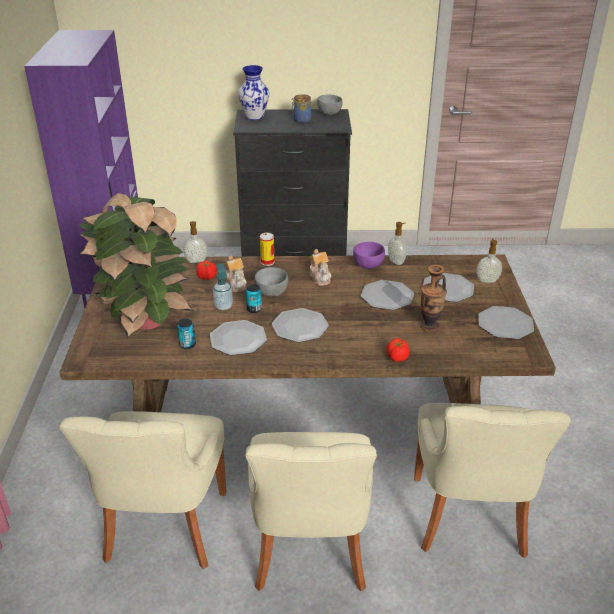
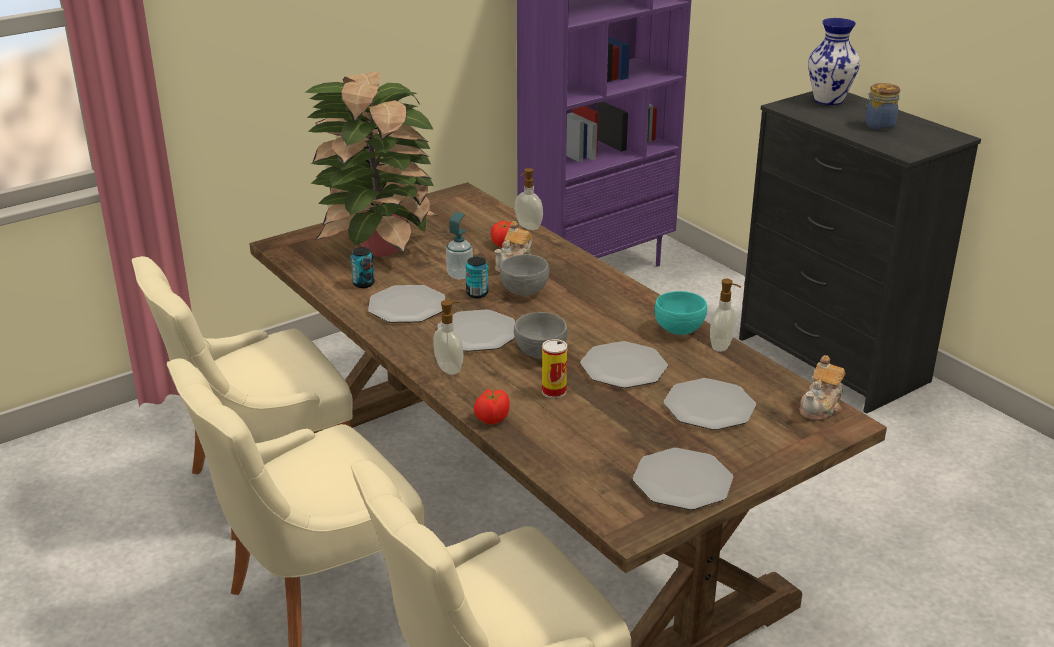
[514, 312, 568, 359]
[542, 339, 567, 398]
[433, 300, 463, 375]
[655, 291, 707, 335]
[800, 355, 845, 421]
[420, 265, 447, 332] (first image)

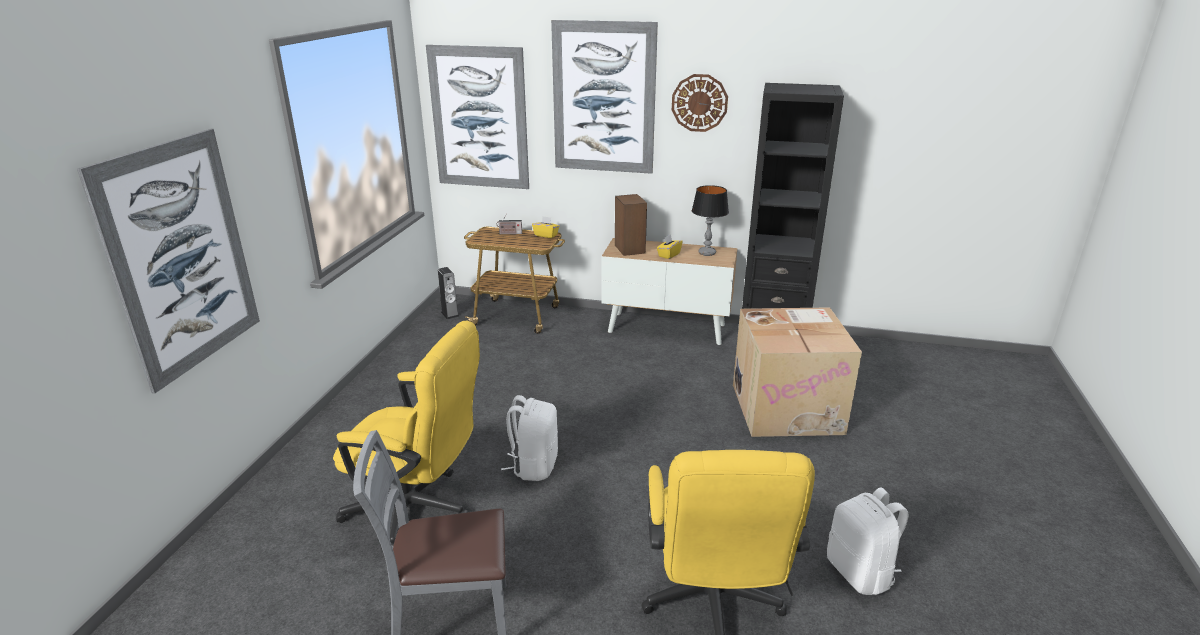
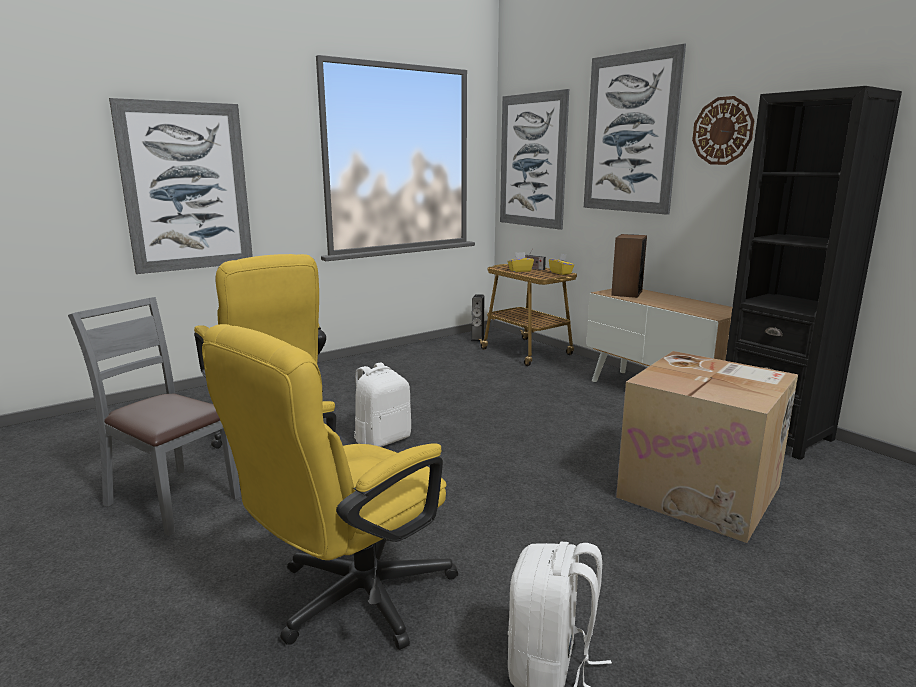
[692, 185, 729, 256] (first image)
[508, 252, 534, 272]

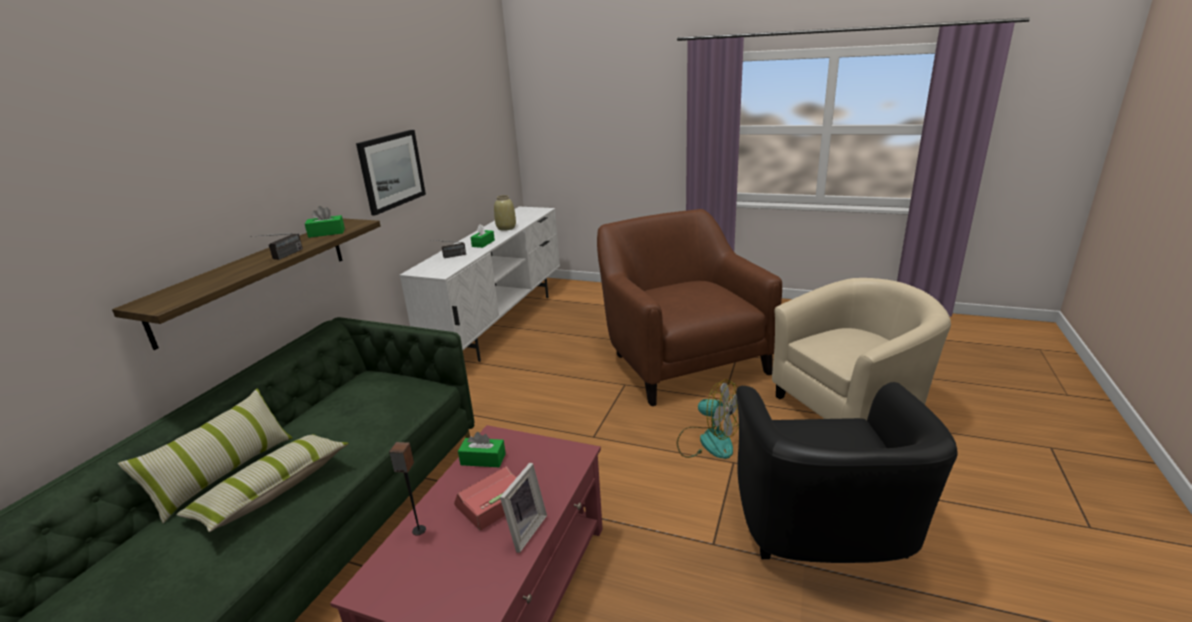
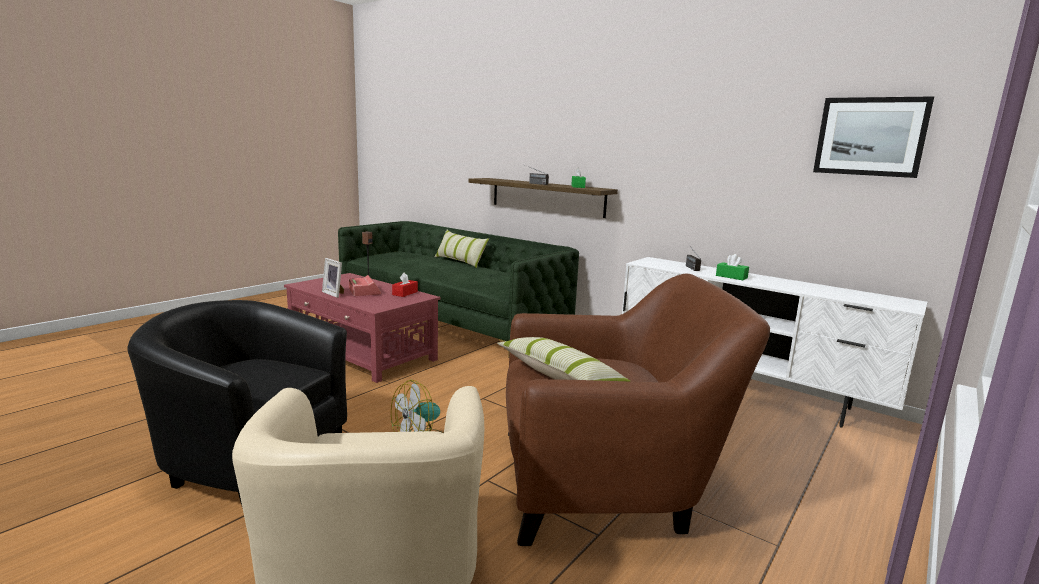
[813, 96, 934, 178]
[494, 195, 516, 231] (first image)
[392, 272, 418, 297]
[497, 337, 630, 381]

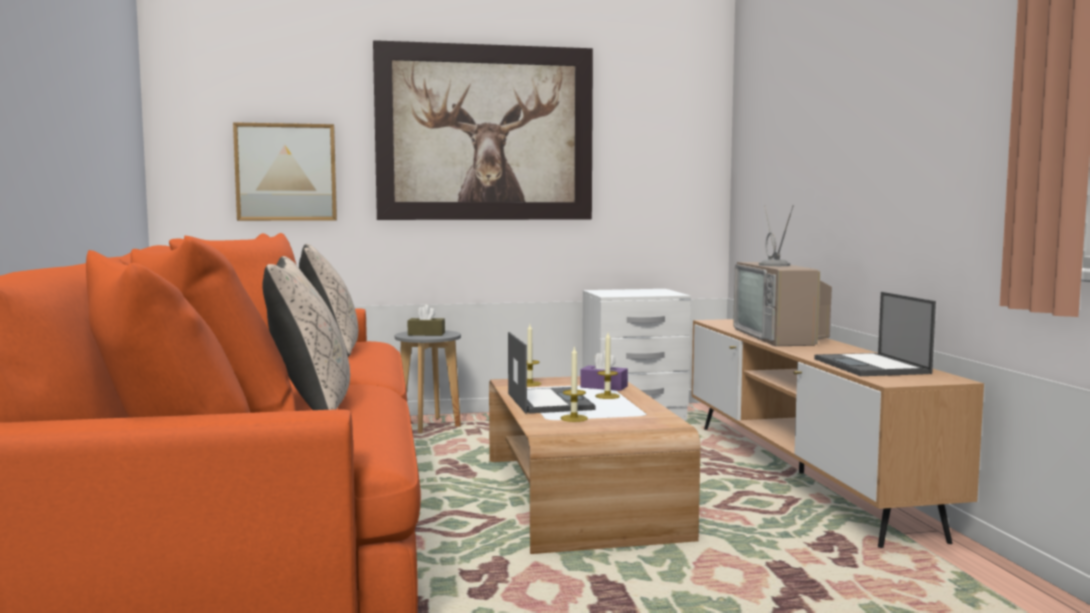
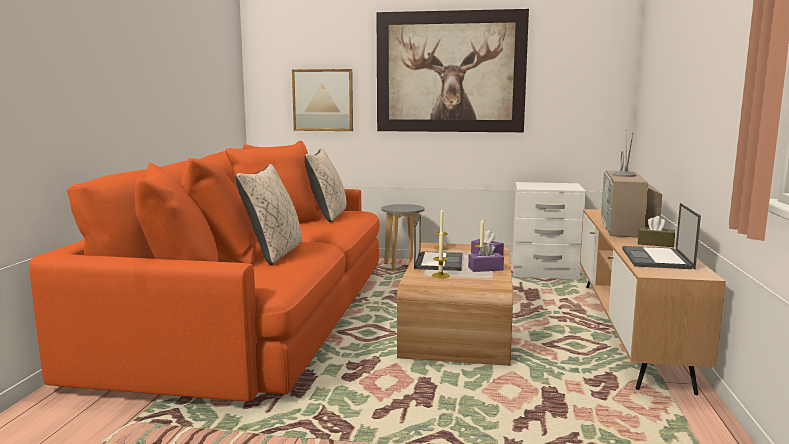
[638, 216, 675, 247]
[468, 243, 504, 272]

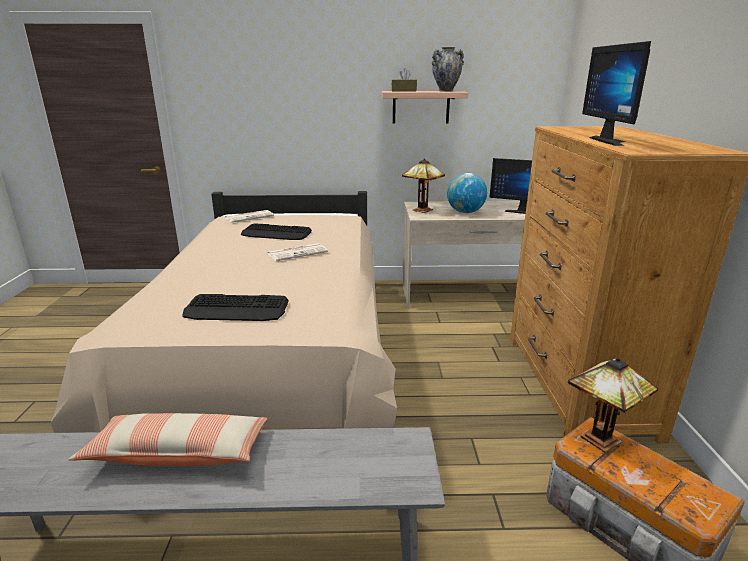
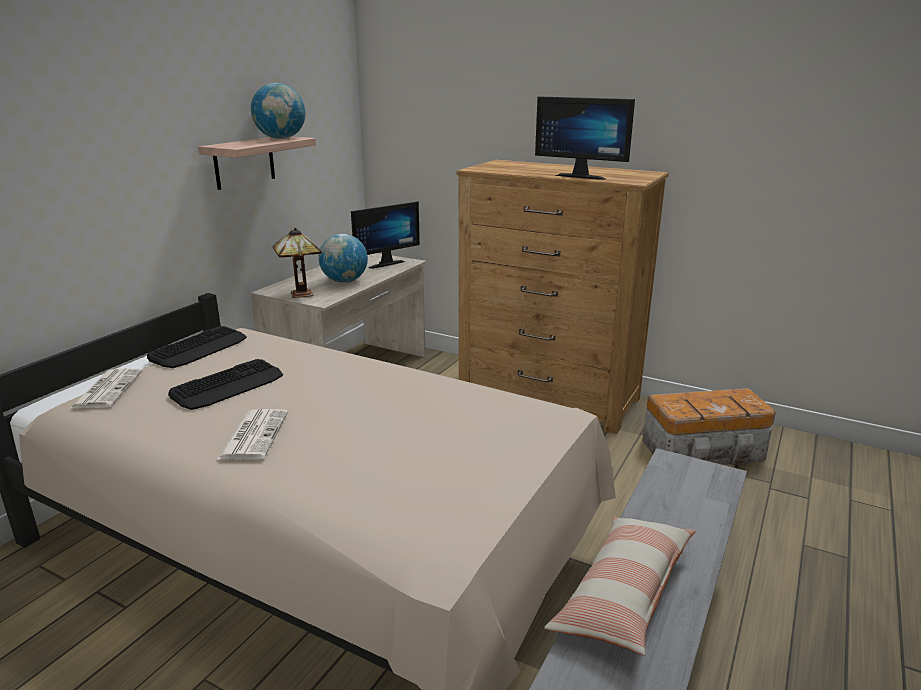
[251, 83, 306, 139]
[391, 68, 417, 91] (first image)
[217, 409, 288, 460]
[147, 326, 247, 368]
[568, 357, 658, 453] (first image)

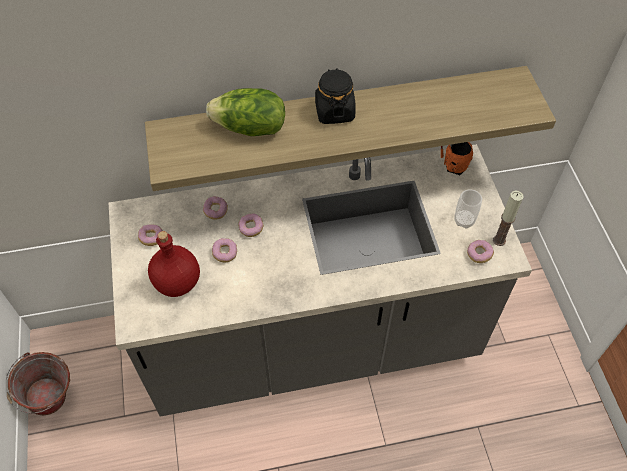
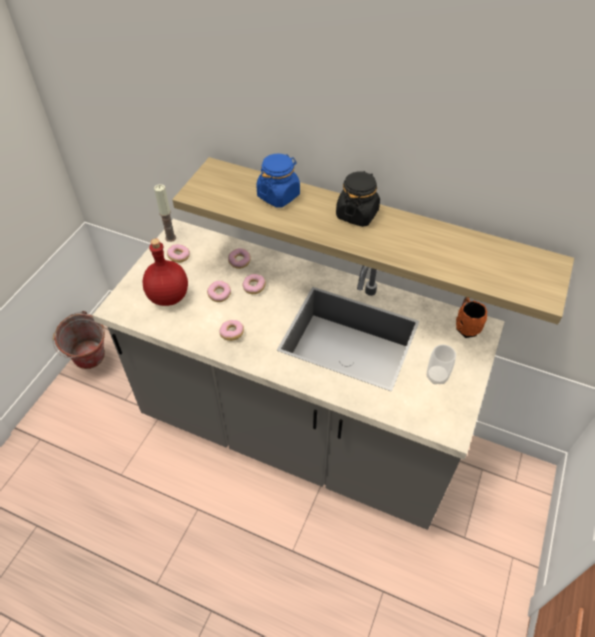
[256, 154, 300, 208]
[154, 184, 176, 242]
[219, 320, 244, 341]

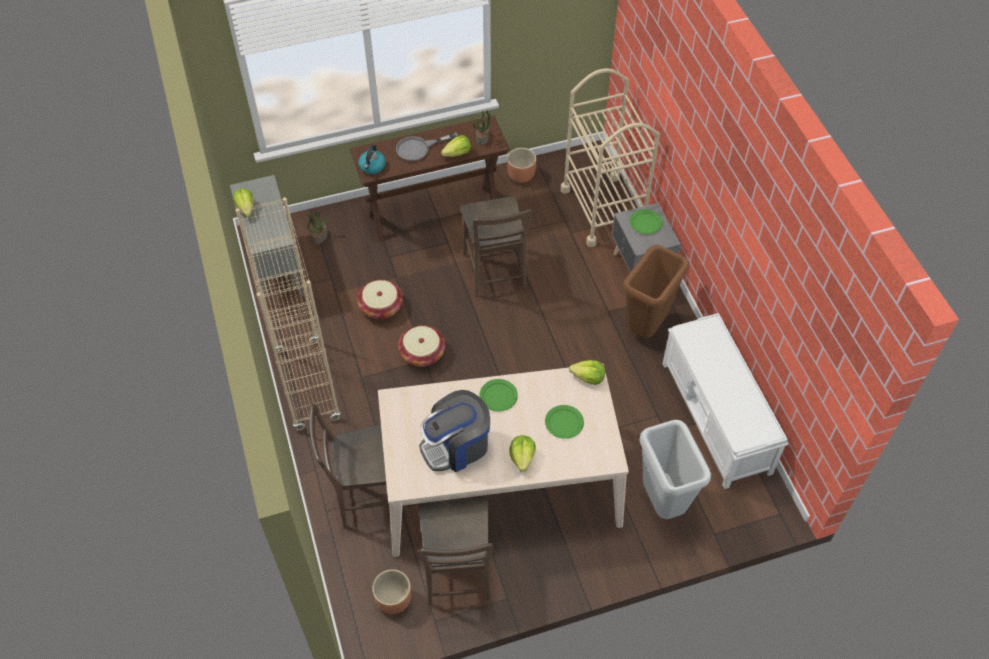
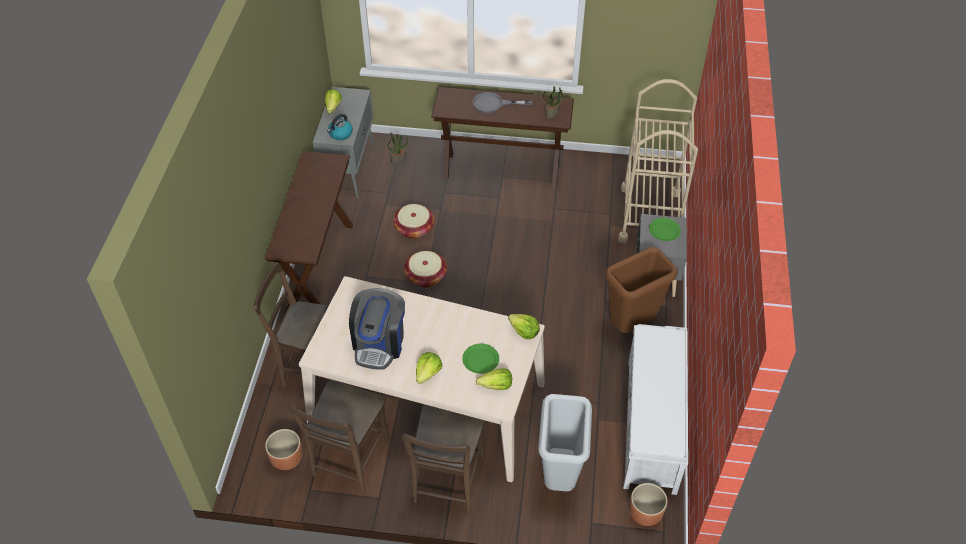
[476, 368, 512, 390]
[327, 114, 353, 140]
[629, 483, 667, 526]
[402, 404, 485, 514]
[265, 151, 353, 313]
[479, 379, 518, 412] (first image)
[349, 288, 405, 370]

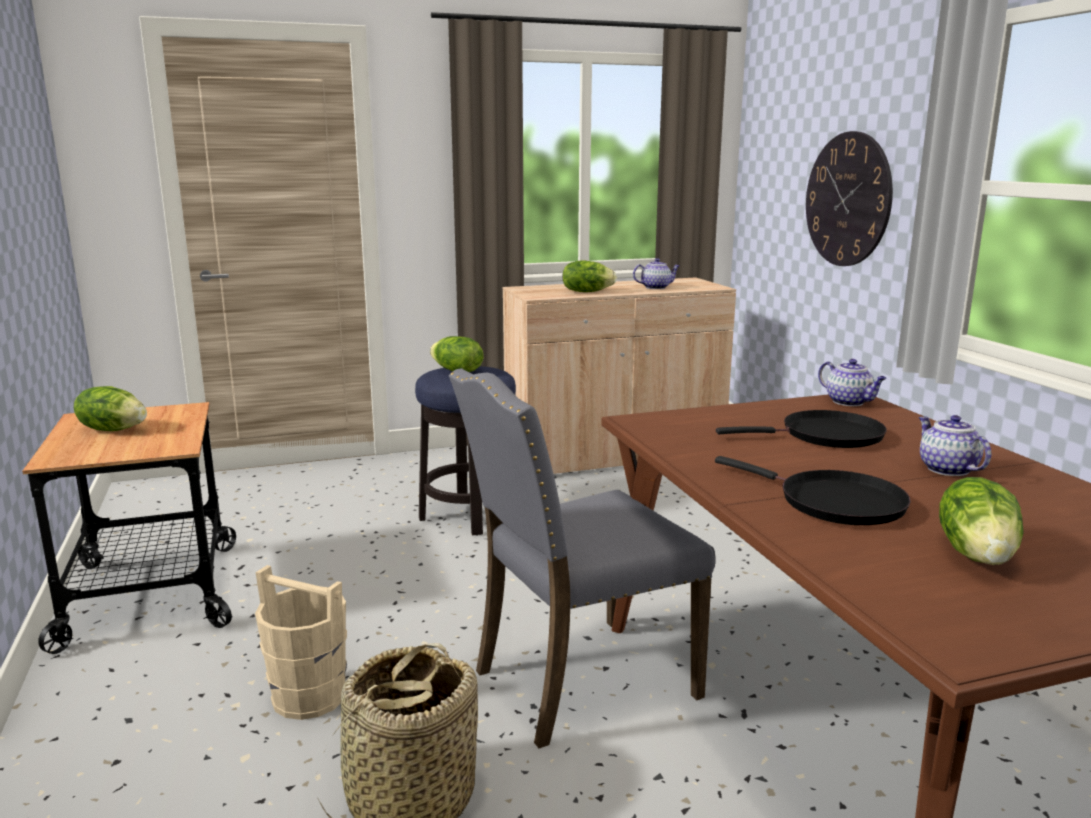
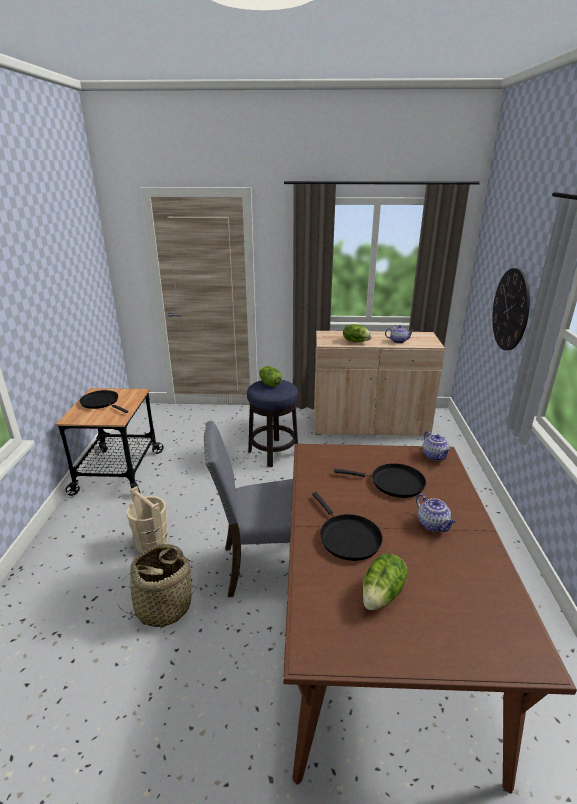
[80, 390, 128, 413]
[416, 494, 456, 532]

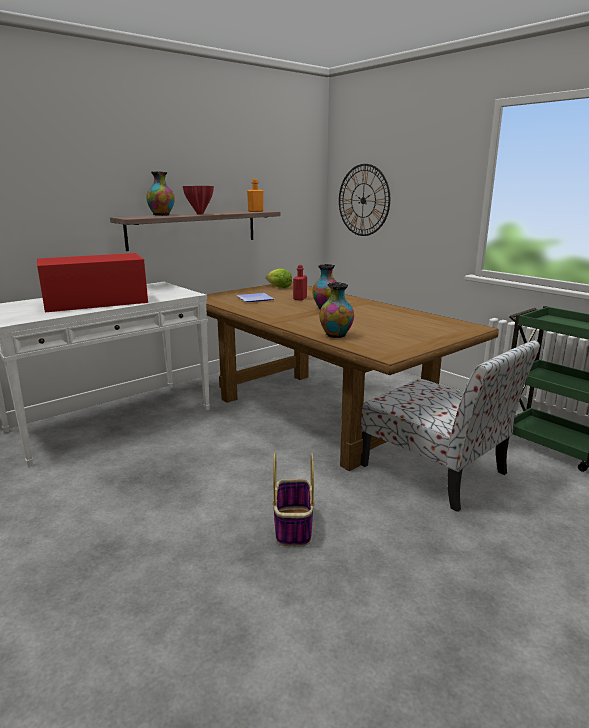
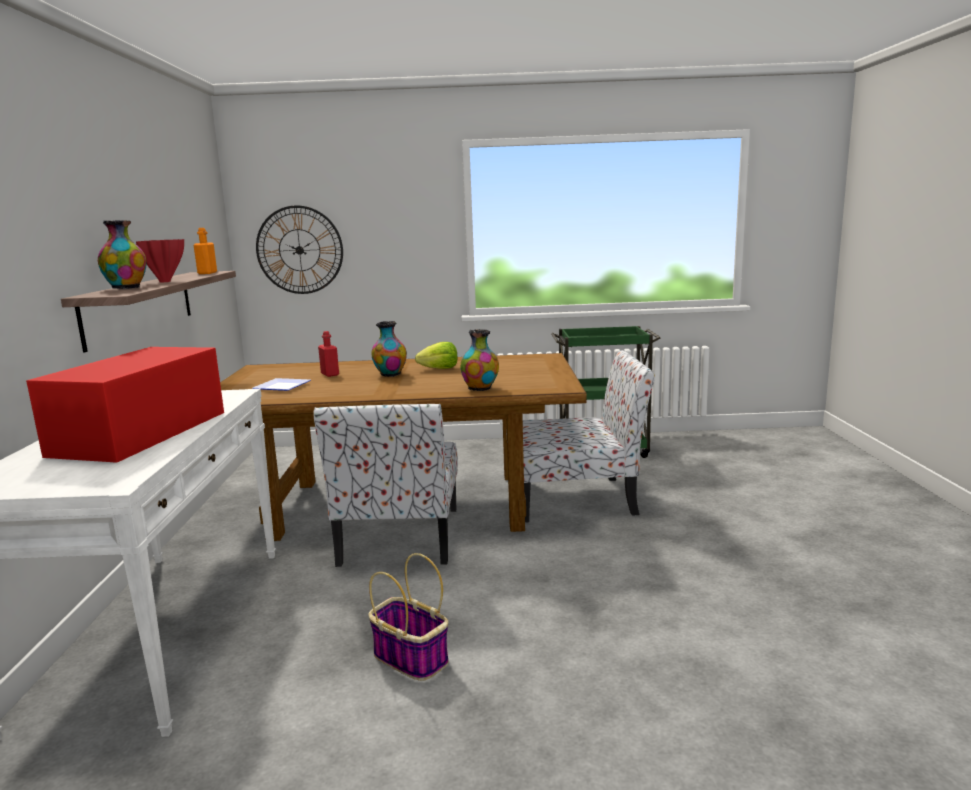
[415, 342, 457, 369]
[368, 553, 449, 681]
[313, 404, 458, 567]

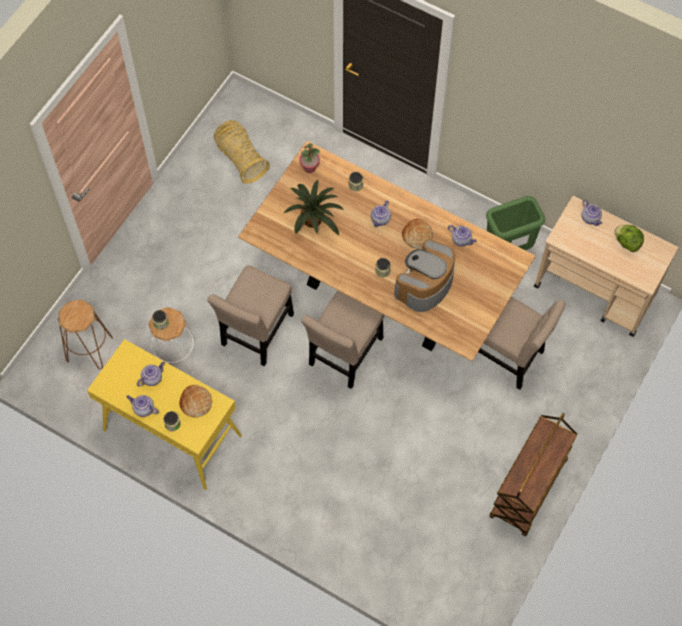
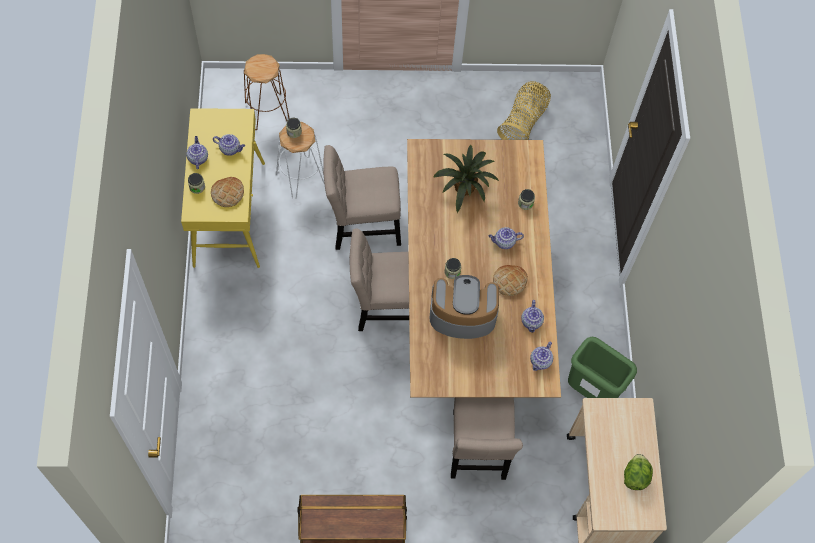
[299, 143, 320, 173] (first image)
[530, 342, 553, 371]

